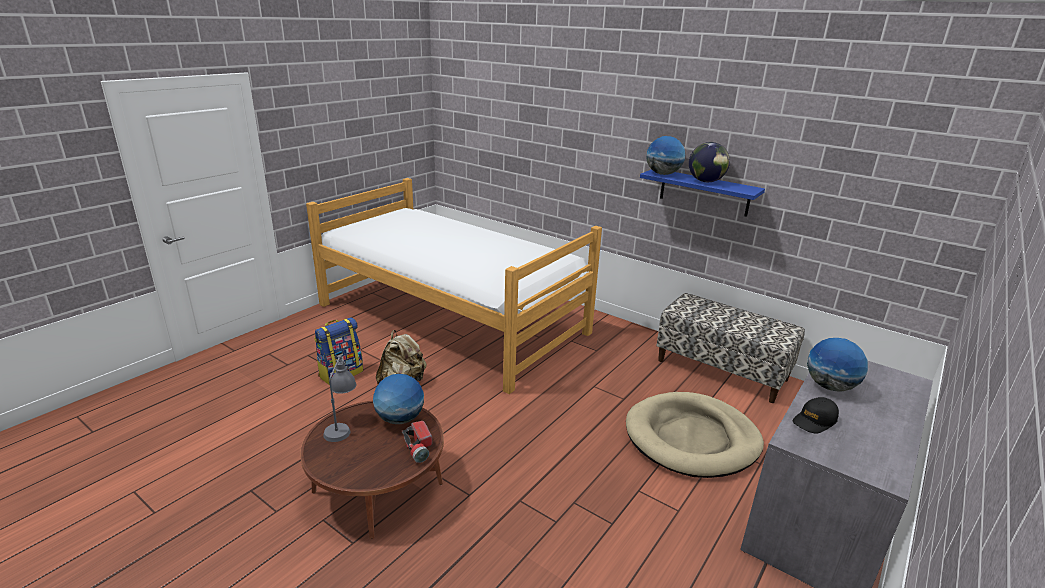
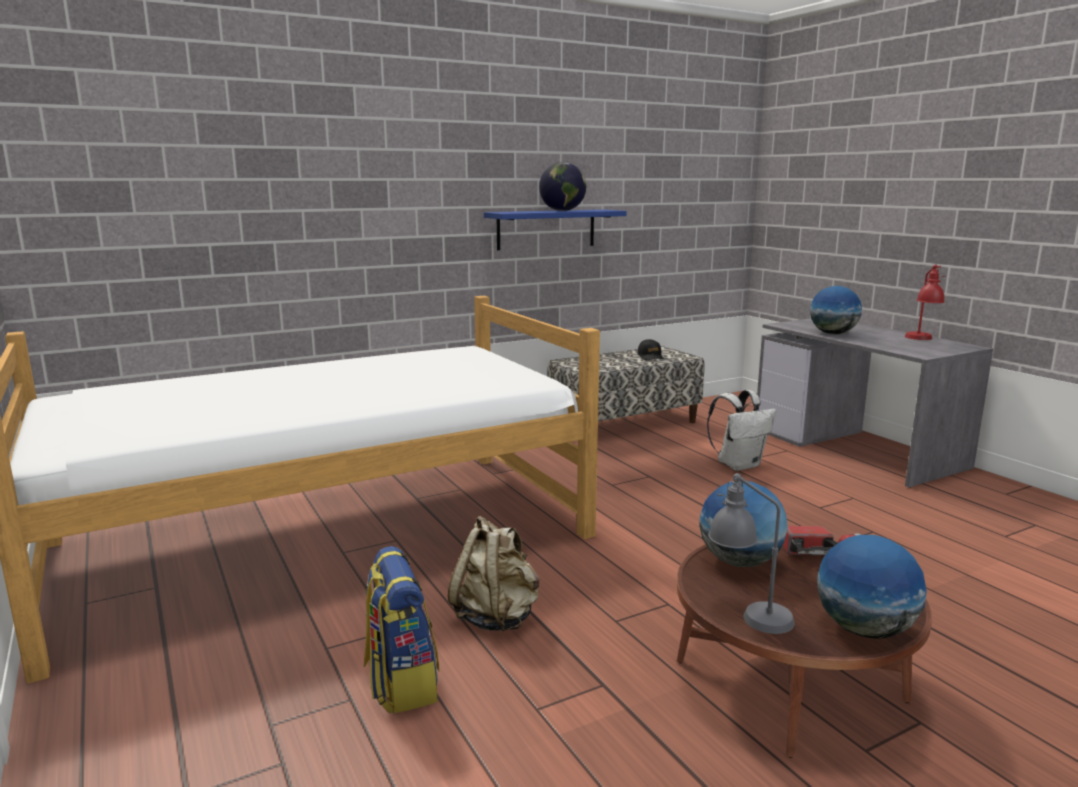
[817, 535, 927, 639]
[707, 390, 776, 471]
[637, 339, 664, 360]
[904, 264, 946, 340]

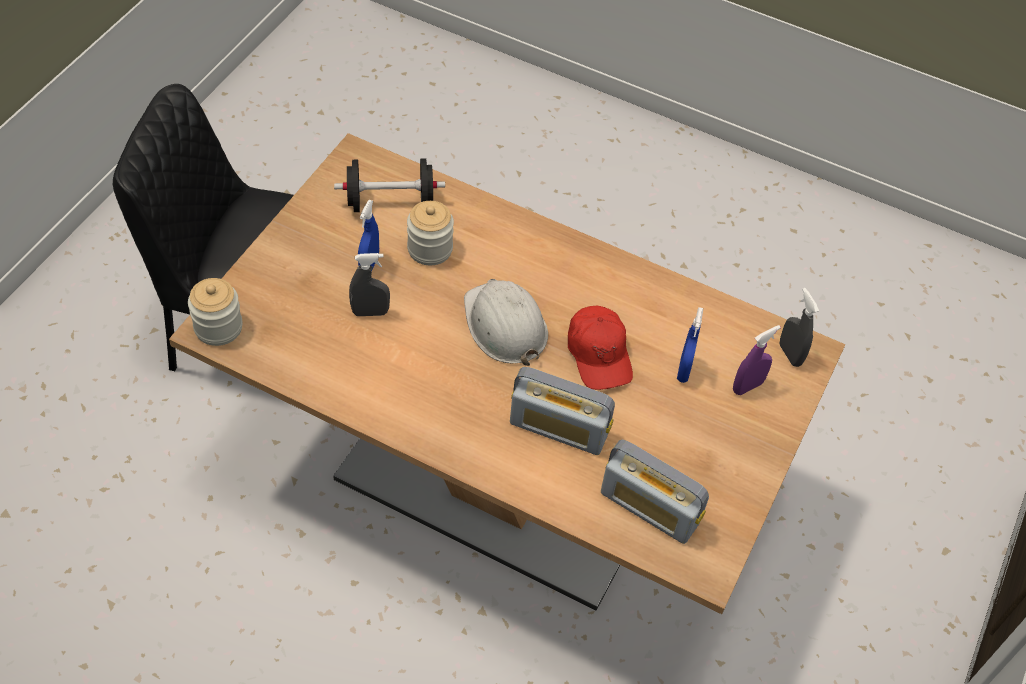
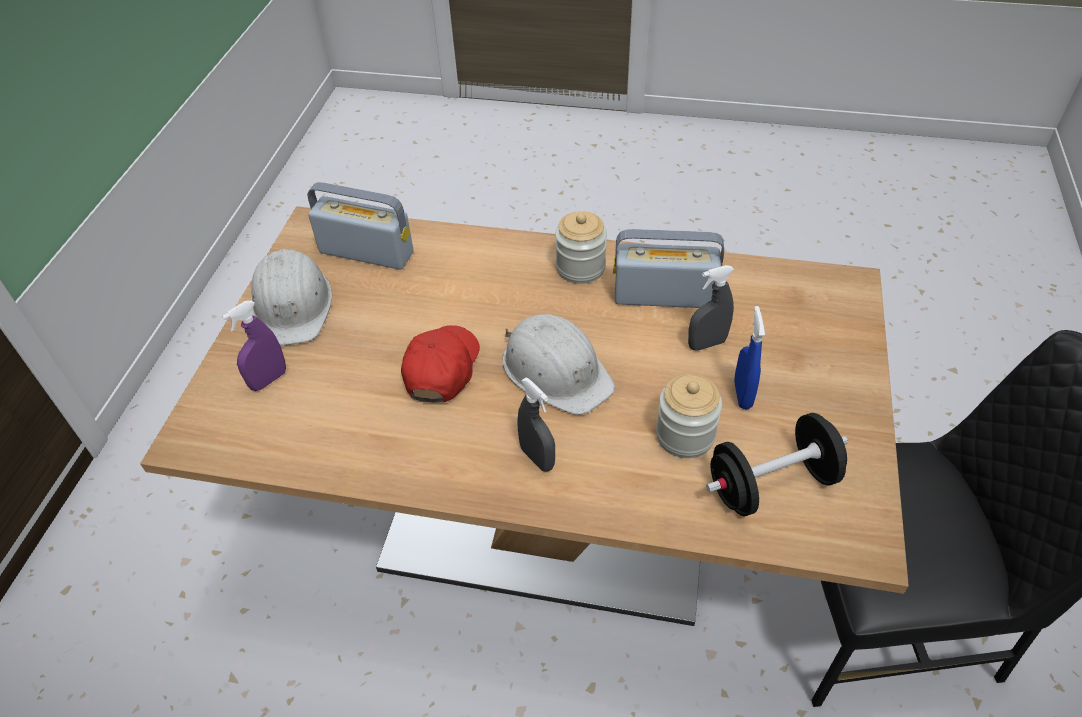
[555, 211, 607, 284]
[517, 378, 555, 472]
[401, 325, 480, 403]
[677, 307, 703, 383] (first image)
[613, 229, 724, 308]
[251, 249, 332, 346]

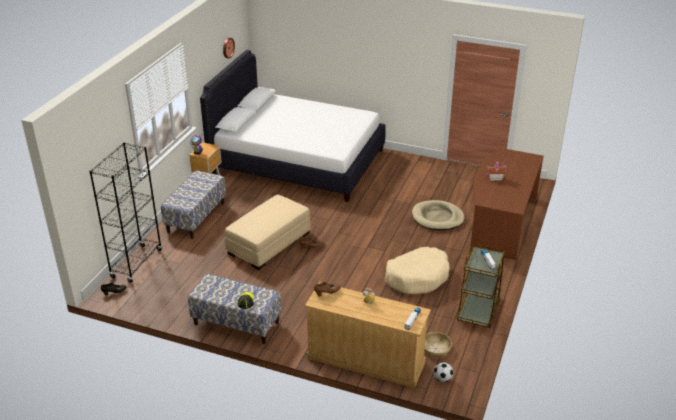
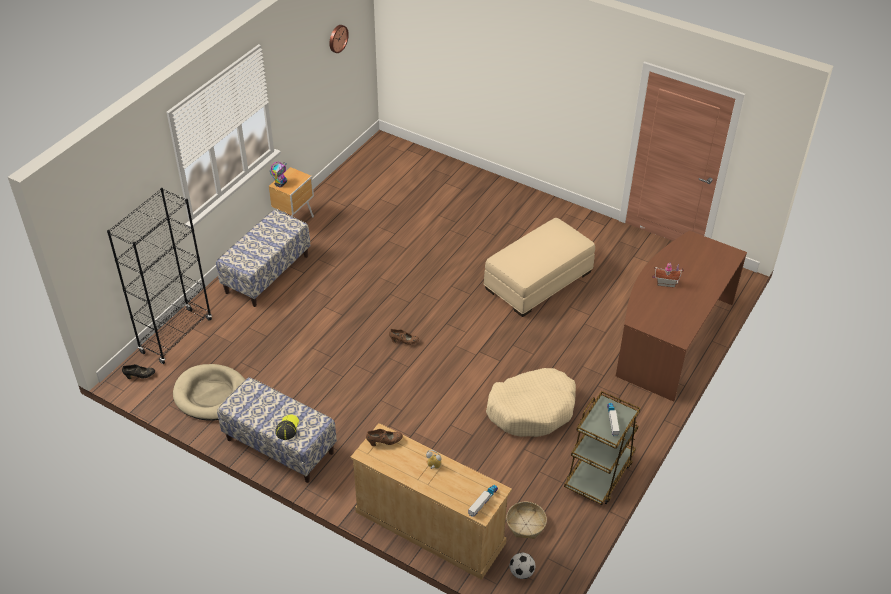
[200, 50, 386, 202] (first image)
[484, 218, 595, 317]
[173, 364, 246, 421]

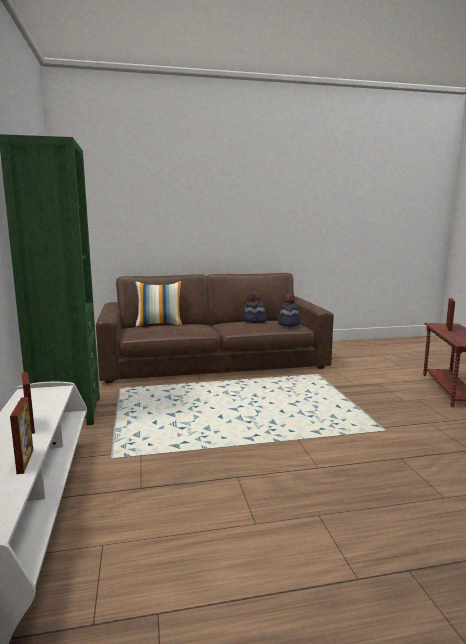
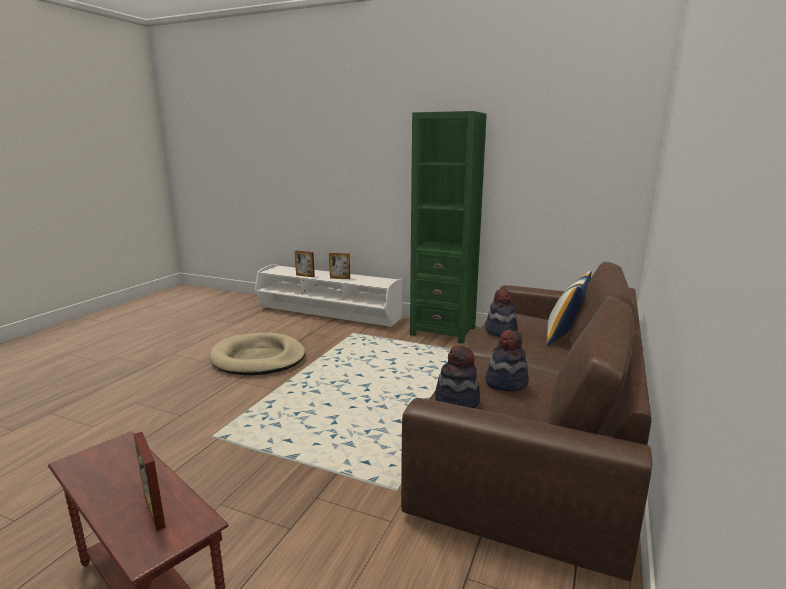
[485, 289, 518, 337]
[209, 333, 305, 375]

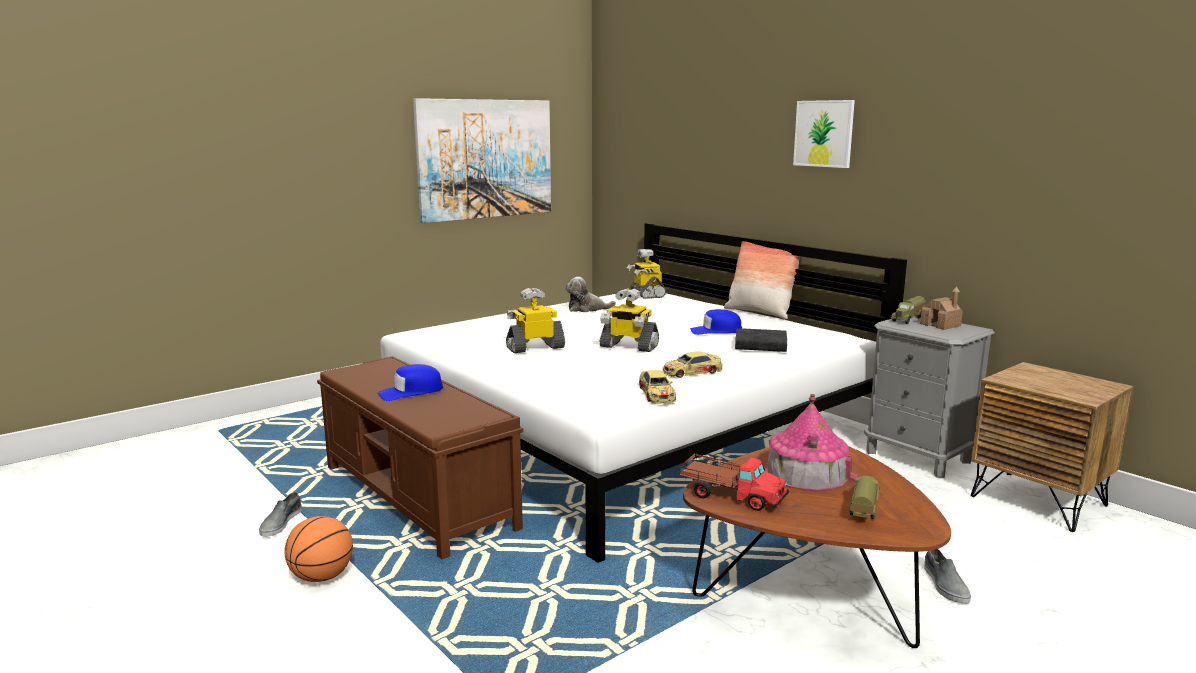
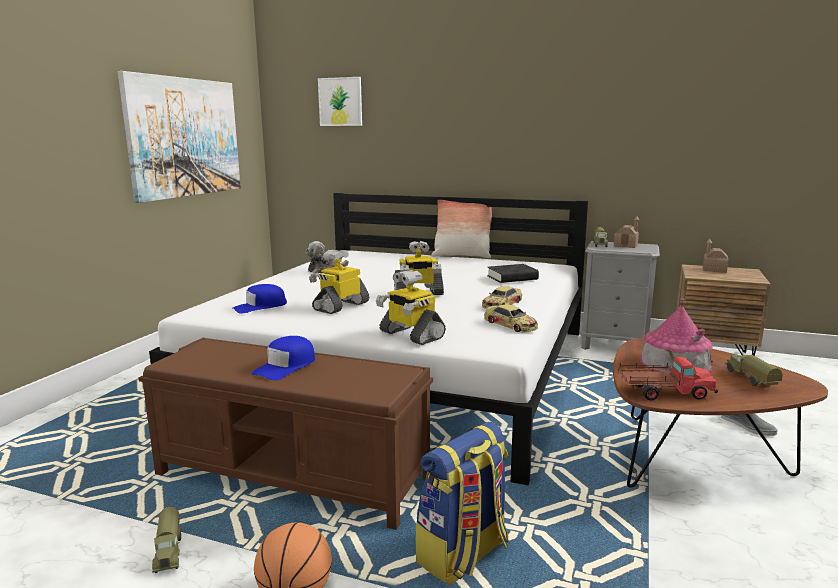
[318, 77, 362, 126]
[376, 270, 446, 345]
[233, 284, 287, 314]
[152, 507, 181, 573]
[703, 239, 728, 273]
[416, 422, 509, 585]

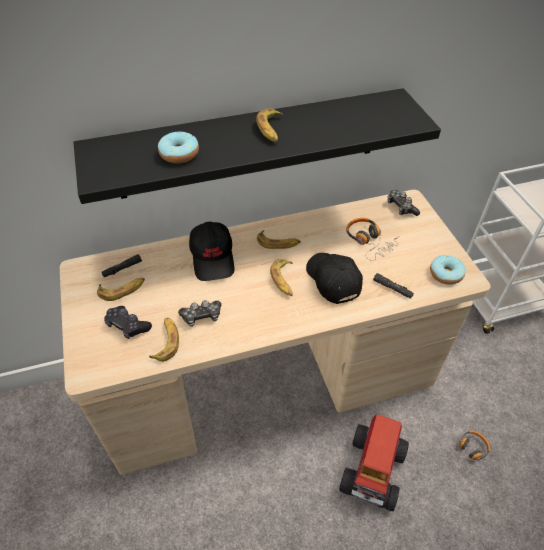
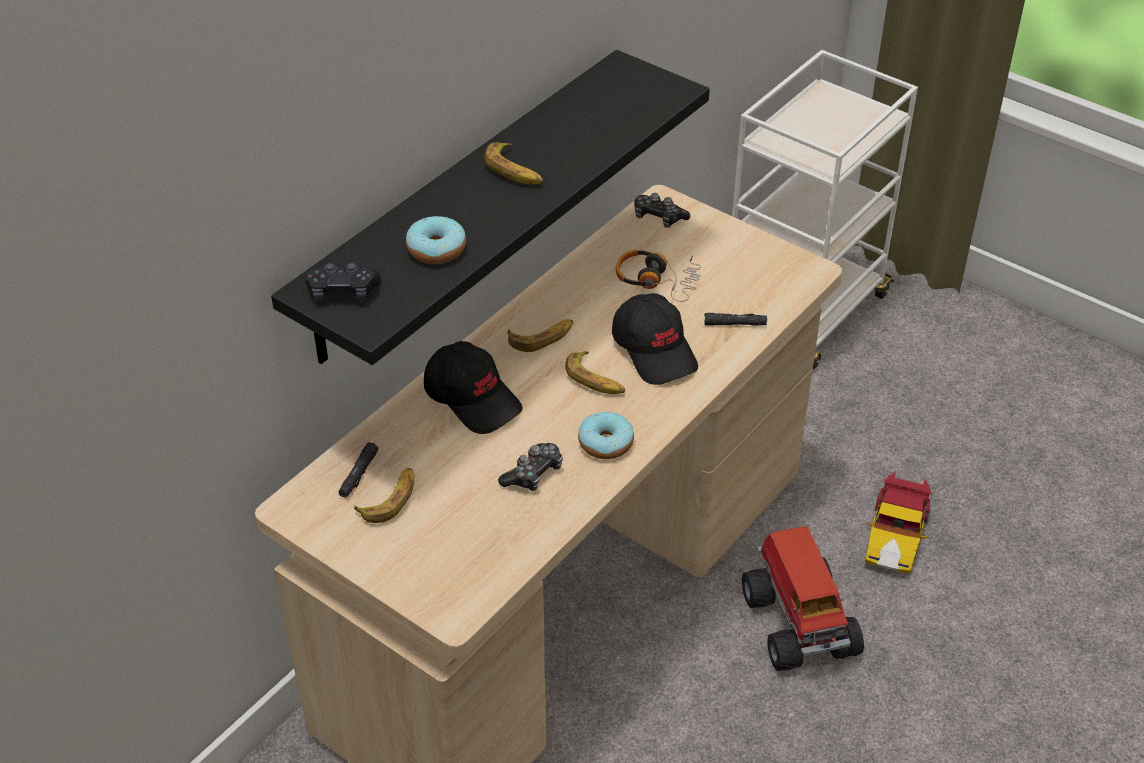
[612, 293, 698, 385]
[578, 412, 634, 459]
[305, 263, 381, 301]
[149, 318, 179, 362] (first image)
[865, 472, 932, 574]

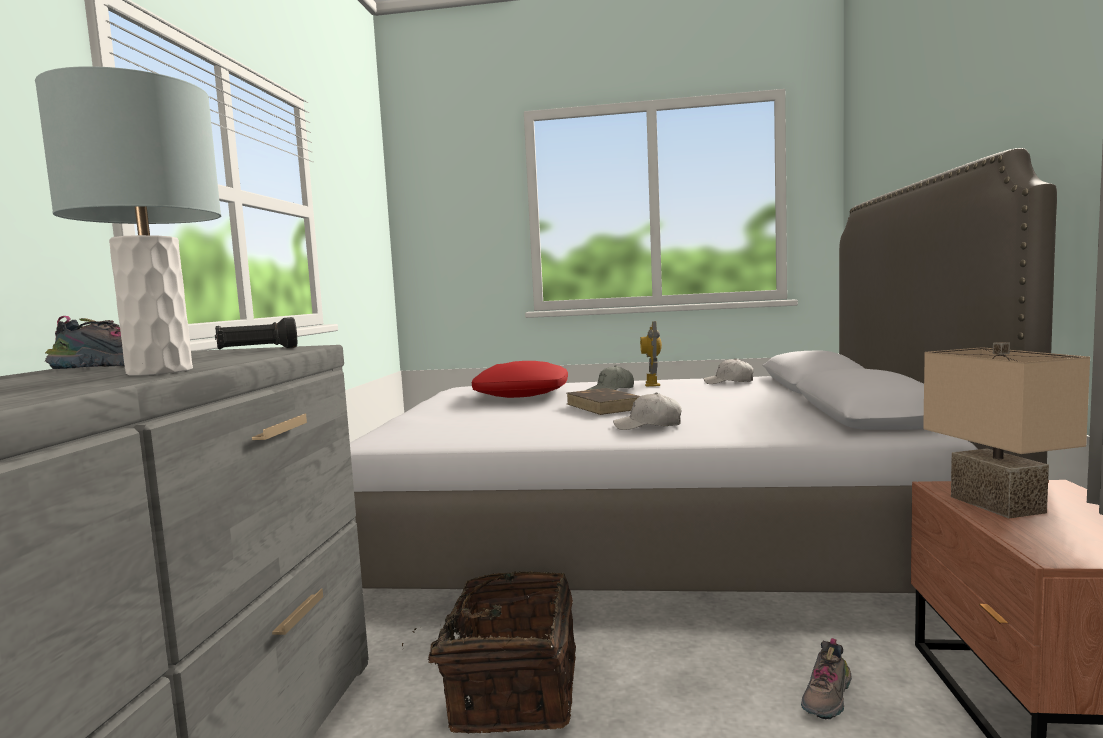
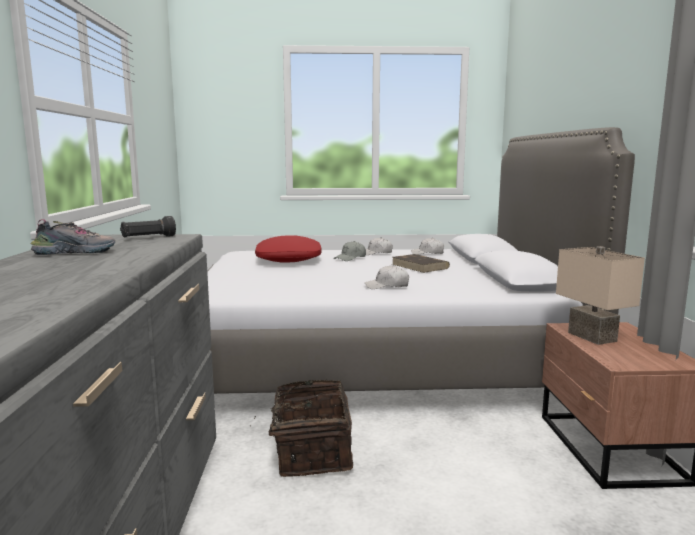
[35, 66, 221, 375] (first image)
[366, 237, 393, 255]
[392, 254, 450, 273]
[801, 638, 852, 719] (first image)

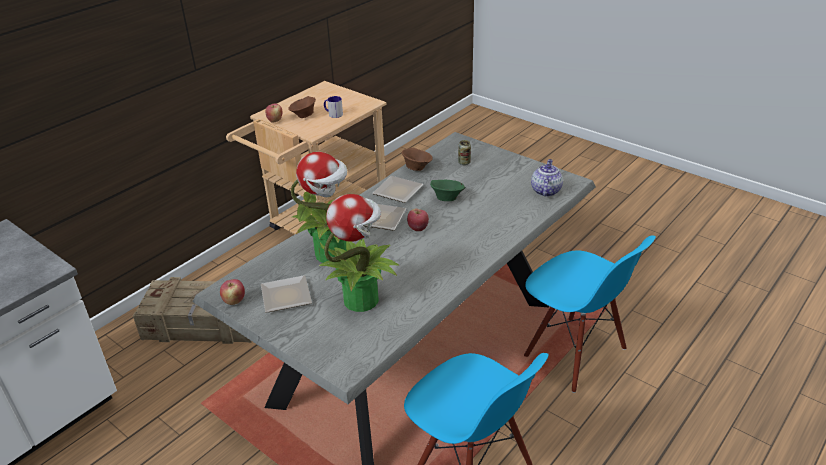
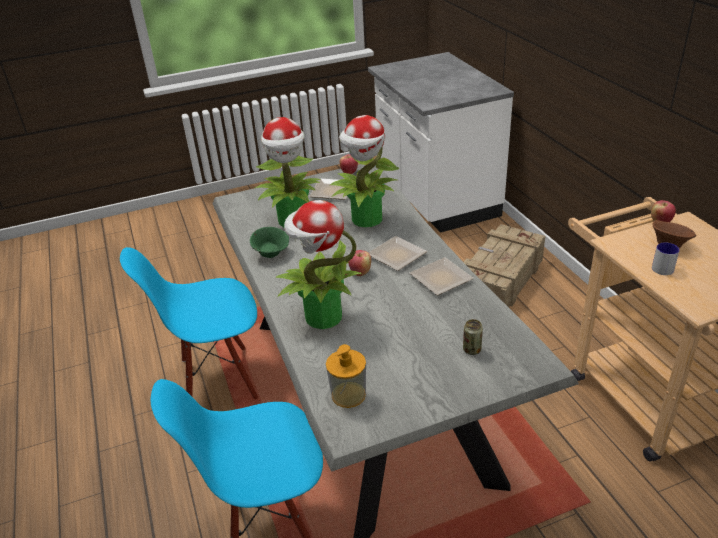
[402, 147, 433, 171] (first image)
[326, 344, 366, 408]
[250, 227, 289, 258]
[275, 200, 362, 329]

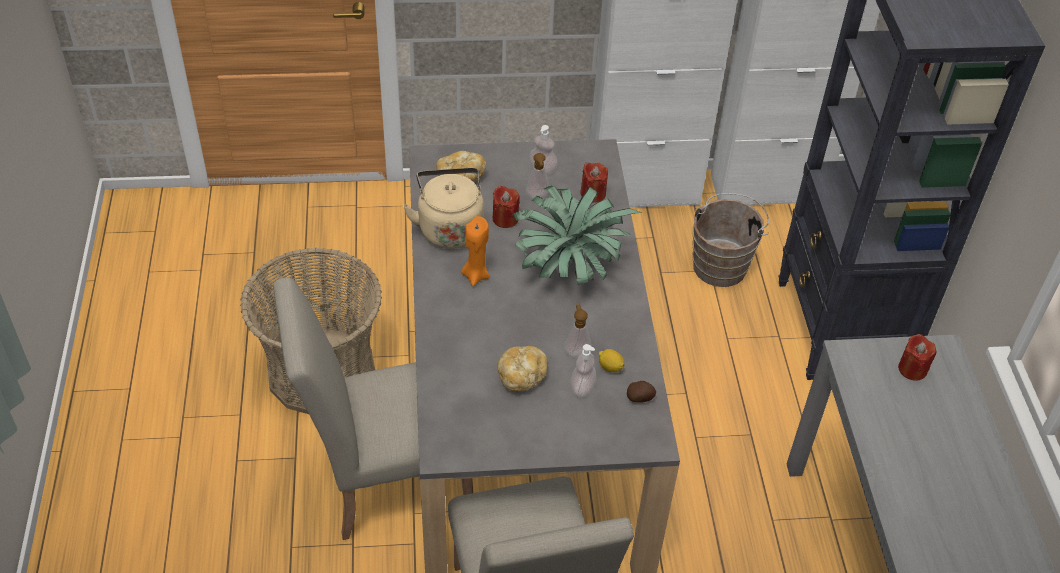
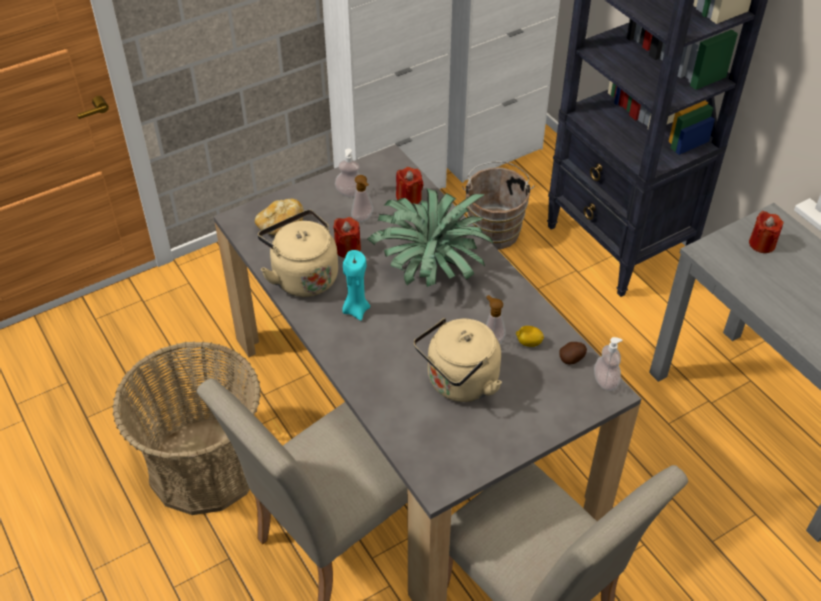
[342, 250, 370, 321]
[594, 337, 623, 391]
[414, 318, 502, 402]

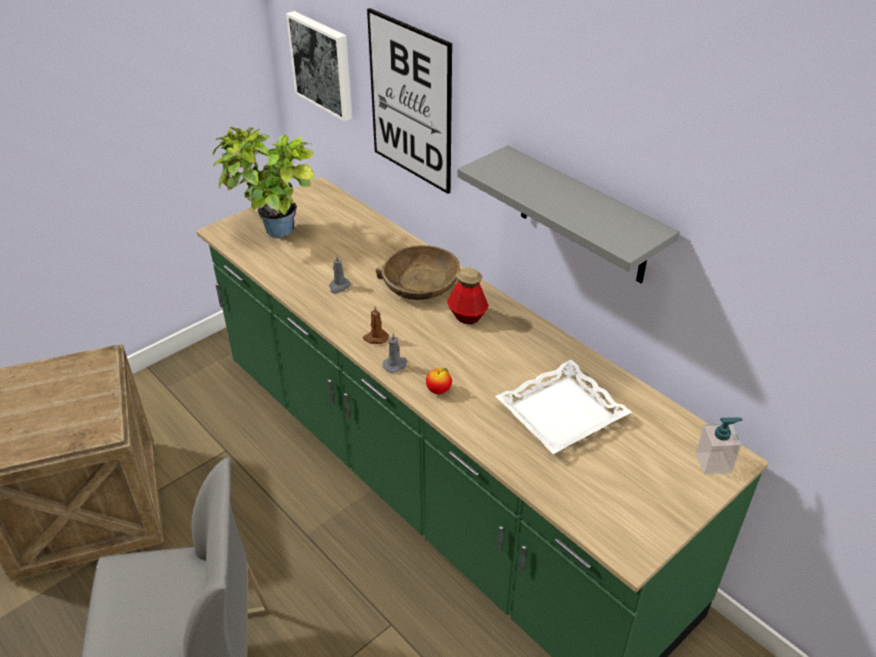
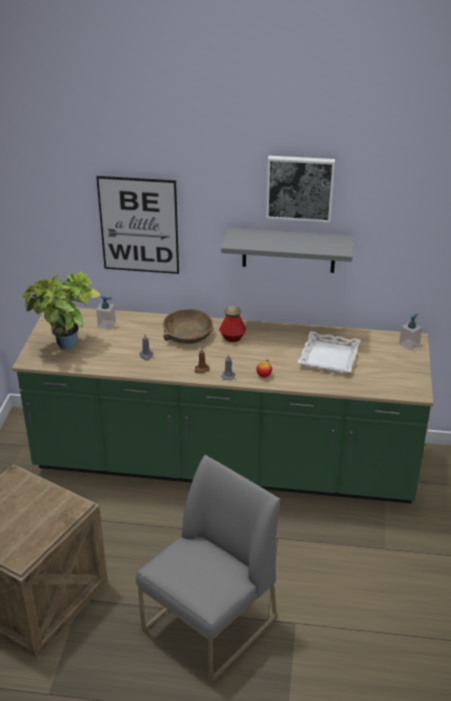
[266, 156, 335, 223]
[96, 296, 116, 329]

